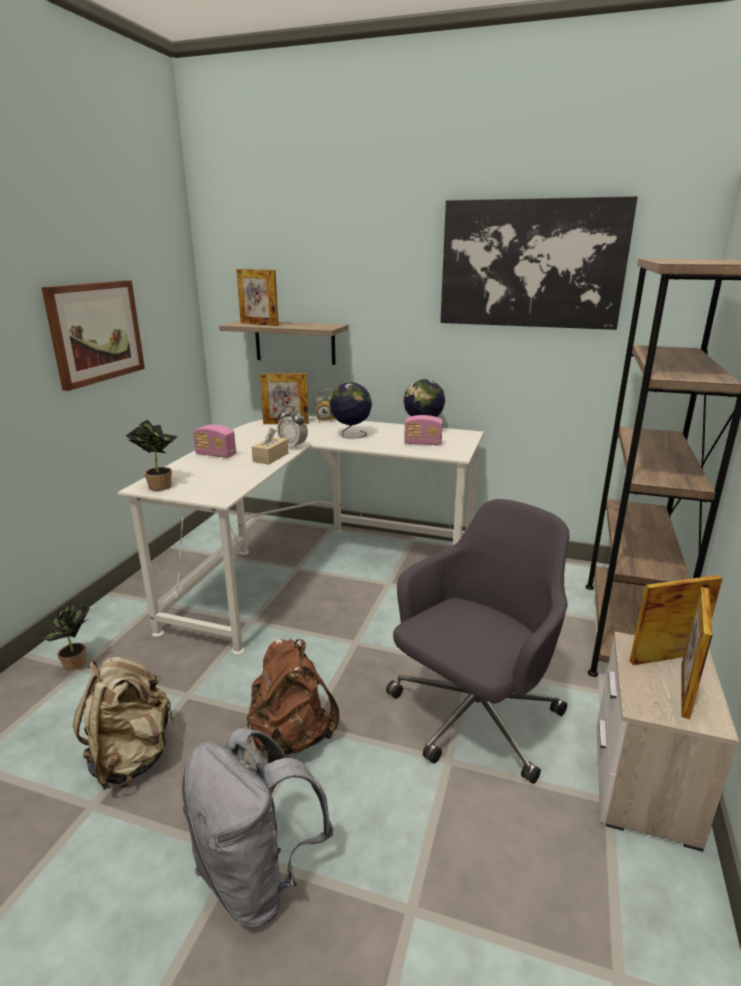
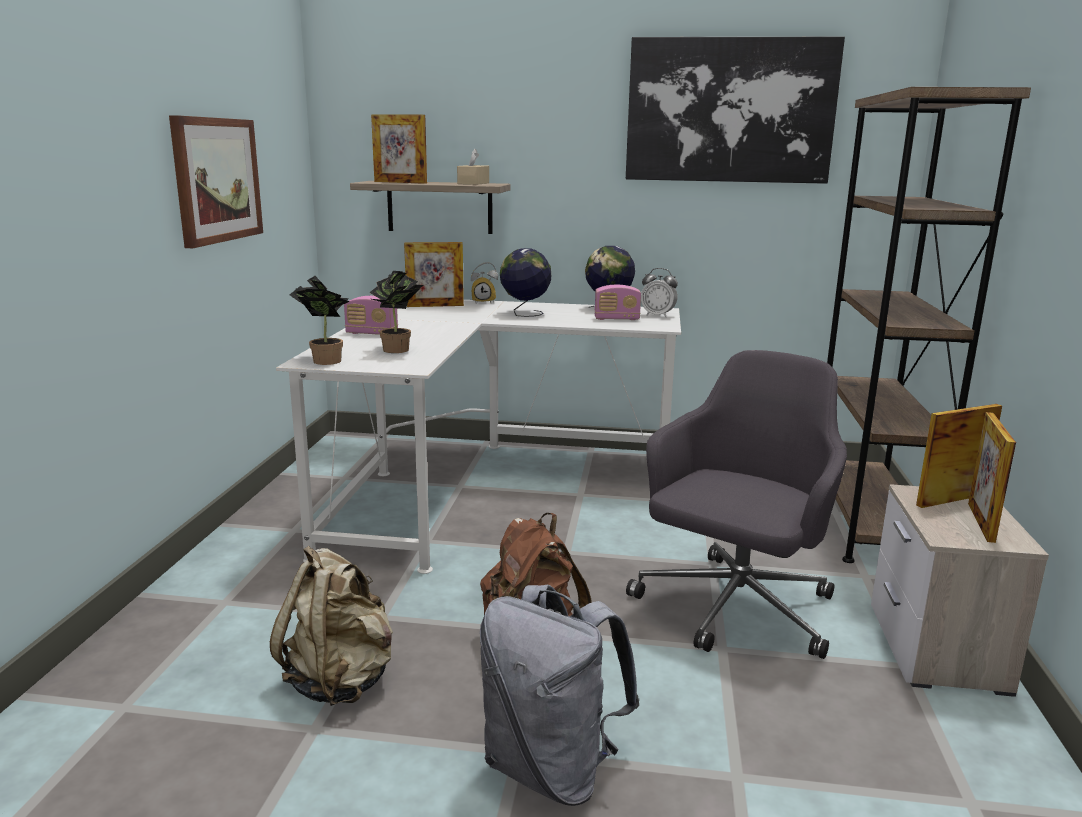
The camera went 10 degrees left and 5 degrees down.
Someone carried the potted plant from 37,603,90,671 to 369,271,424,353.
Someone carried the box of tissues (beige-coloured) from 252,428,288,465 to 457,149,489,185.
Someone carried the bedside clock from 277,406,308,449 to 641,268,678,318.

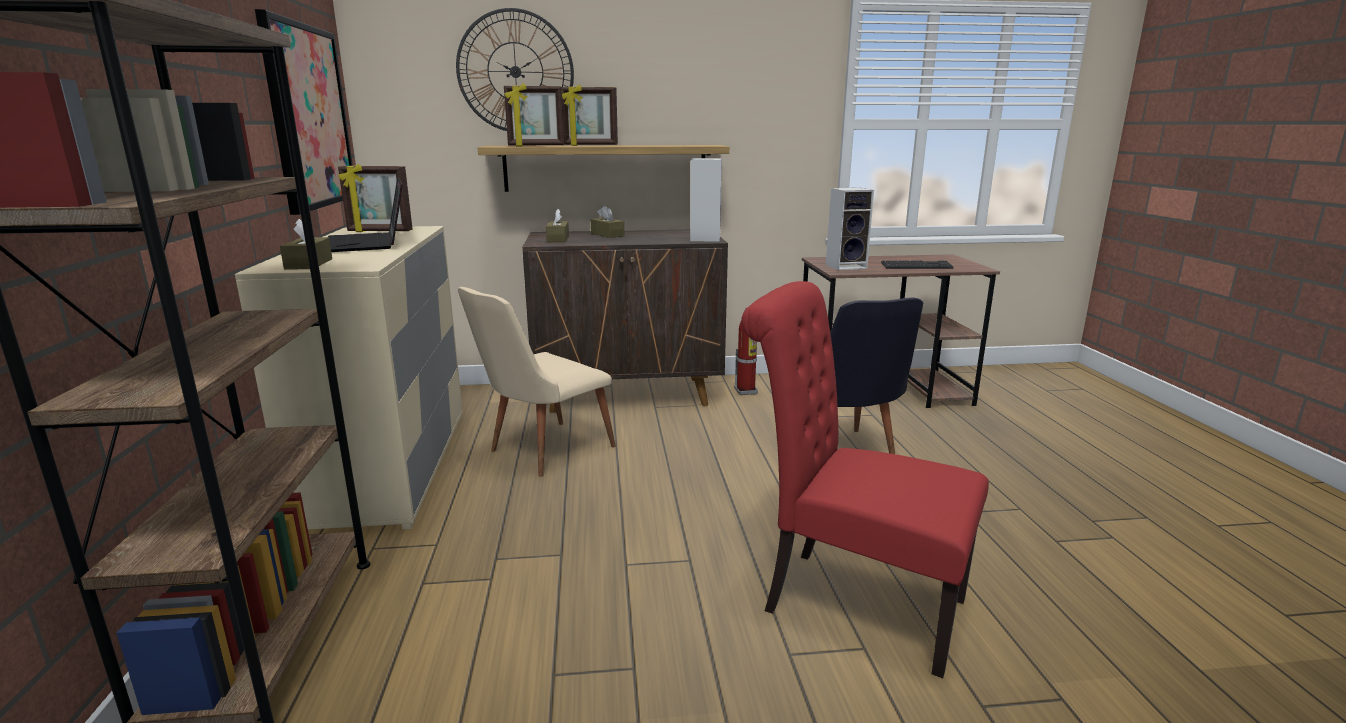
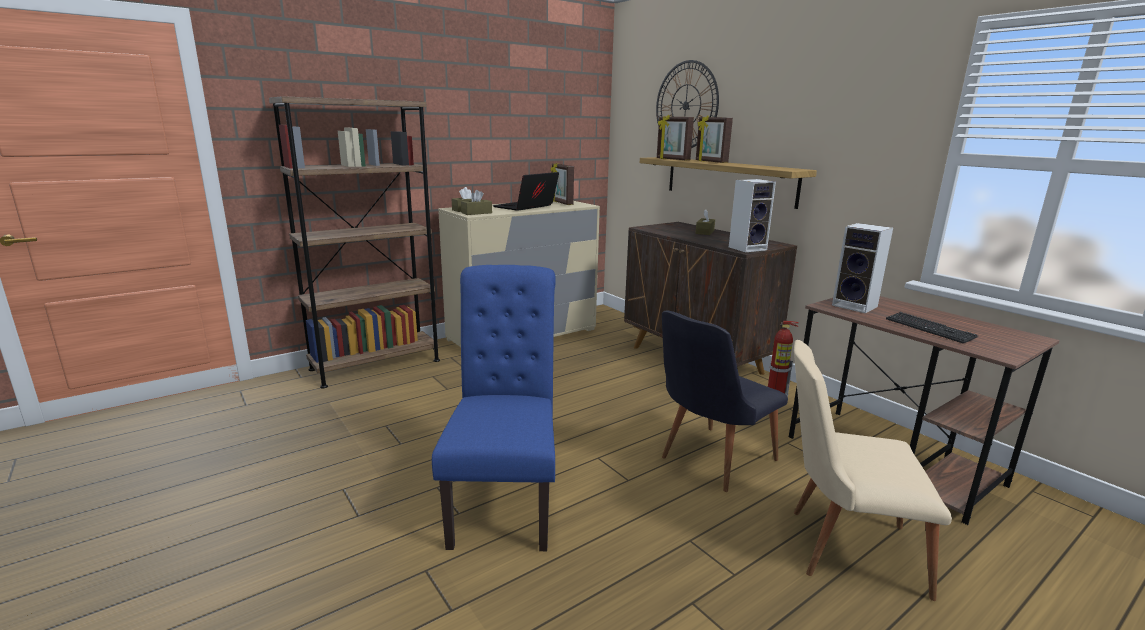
The camera went 60 degrees right and 0 degrees up.
Someone repainted the upright chair (reddish) at 741,281,989,678, which became the upright chair (bluish) at 432,265,556,551.
Someone carried the box of tissues (brownish) from 546,209,569,242 to 461,190,492,215.
Someone carried the upright chair (beige-coloured) from 458,287,616,477 to 794,340,952,601.
Someone took away the wall art at 255,9,353,215.

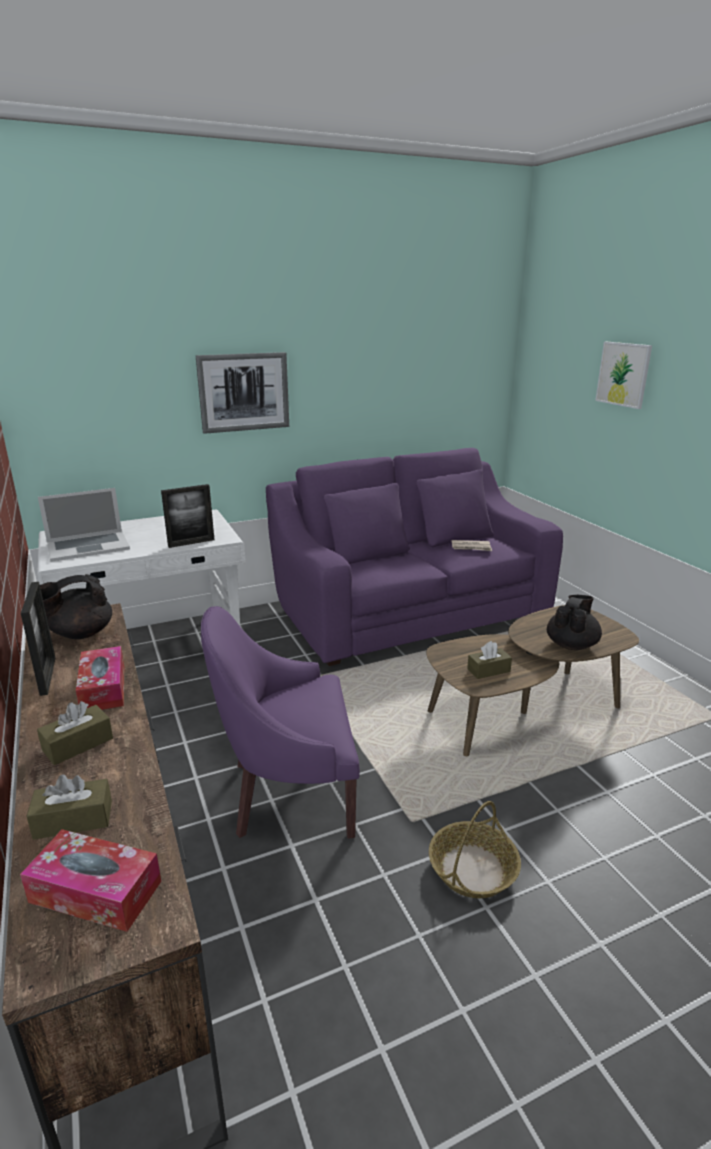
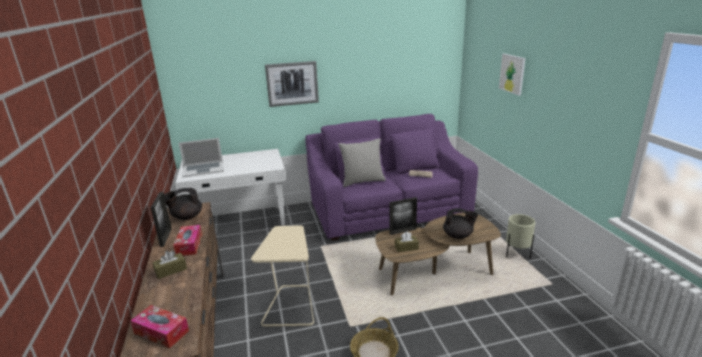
The camera went 10 degrees right and 0 degrees up.
Someone swapped the easy chair (purplish) at 201,606,360,839 for the accent table (beige-coloured) at 251,225,314,327.
Someone put down the throw pillow (greyish) at 338,138,386,187.
Someone carried the standing frame from 161,484,214,548 to 390,197,417,235.
Someone rotated the tea pot (blackish) at 547,595,602,650 by 60 degrees clockwise.
Someone put down the planter (beige-coloured) at 506,214,535,259.
Someone took away the box of tissues (brownish) at 26,774,112,840.

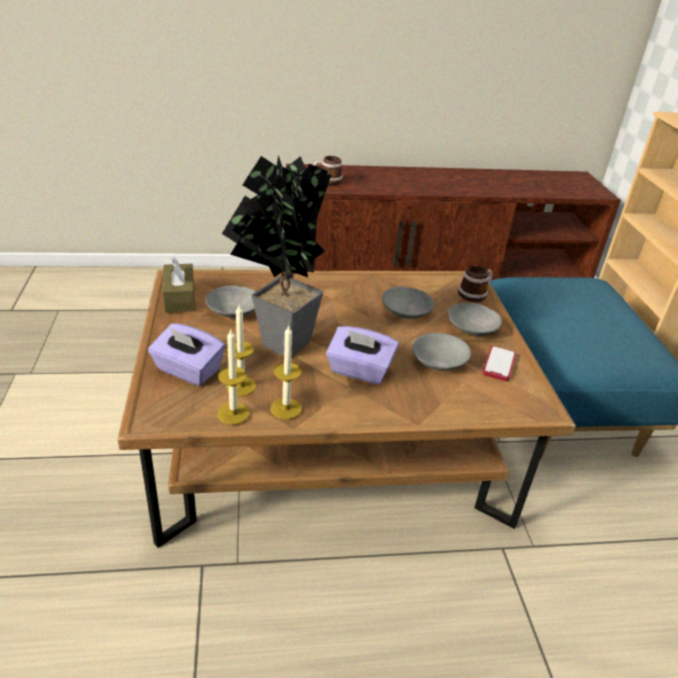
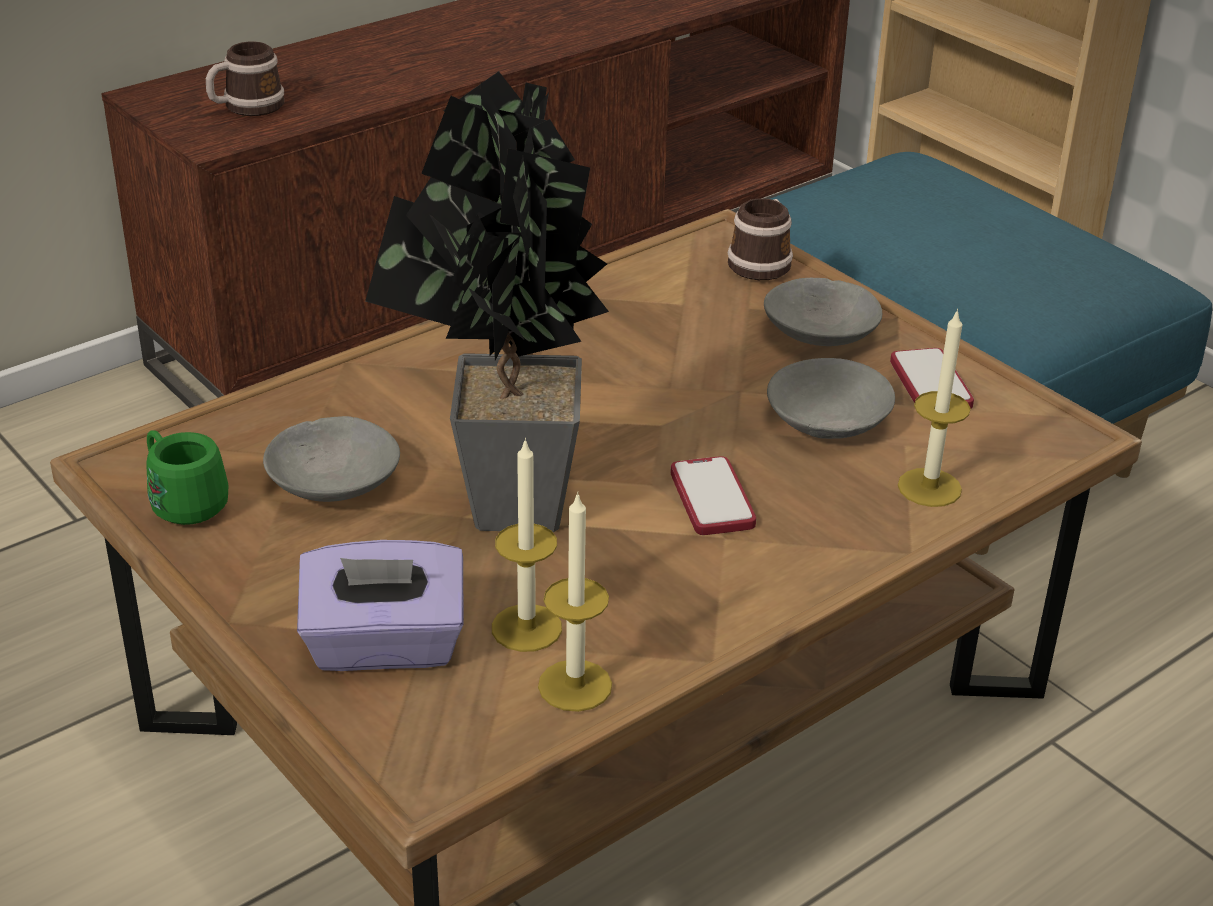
The camera went 30 degrees left and 0 degrees up.
Someone swapped the box of tissues (brownish) at 163,256,195,313 for the mug (green) at 147,430,228,525.
Someone swapped the box of tissues (purplish) at 326,326,399,384 for the telephone at 670,456,756,535.
Someone carried the wax candle from 271,325,302,419 to 898,309,971,507.
Someone took away the deep dish (greyish) at 382,287,434,319.

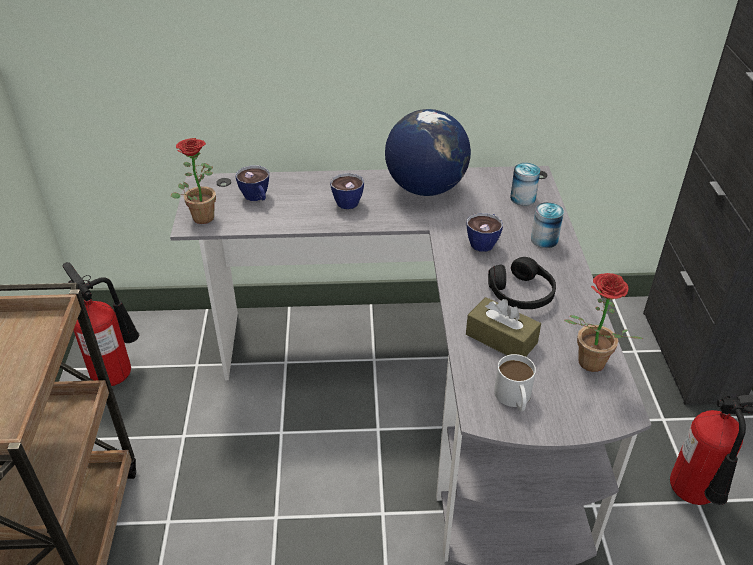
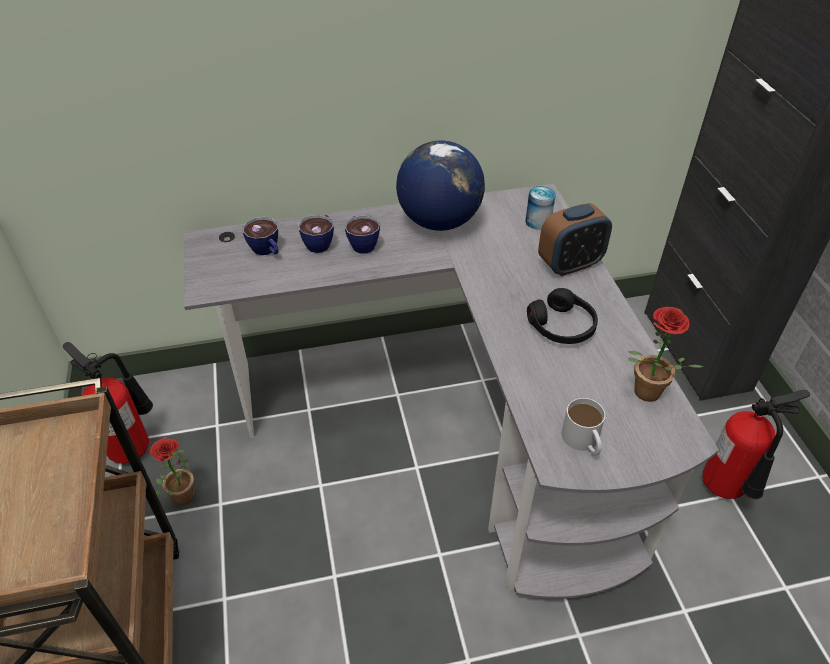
The camera went 10 degrees left and 5 degrees up.
Someone carried the potted plant from 171,138,216,224 to 150,437,194,505.
Someone carried the small cup from 466,213,503,252 to 298,215,334,253.
Someone swapped the metal can at 531,202,564,248 for the bedside clock at 538,203,612,276.
Someone took away the box of tissues (brownish) at 466,297,541,357.

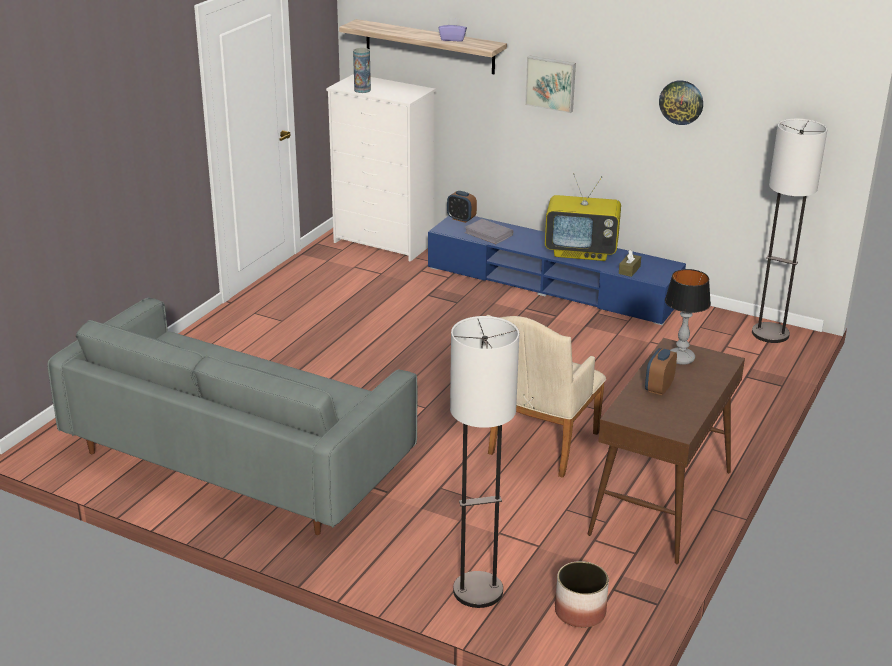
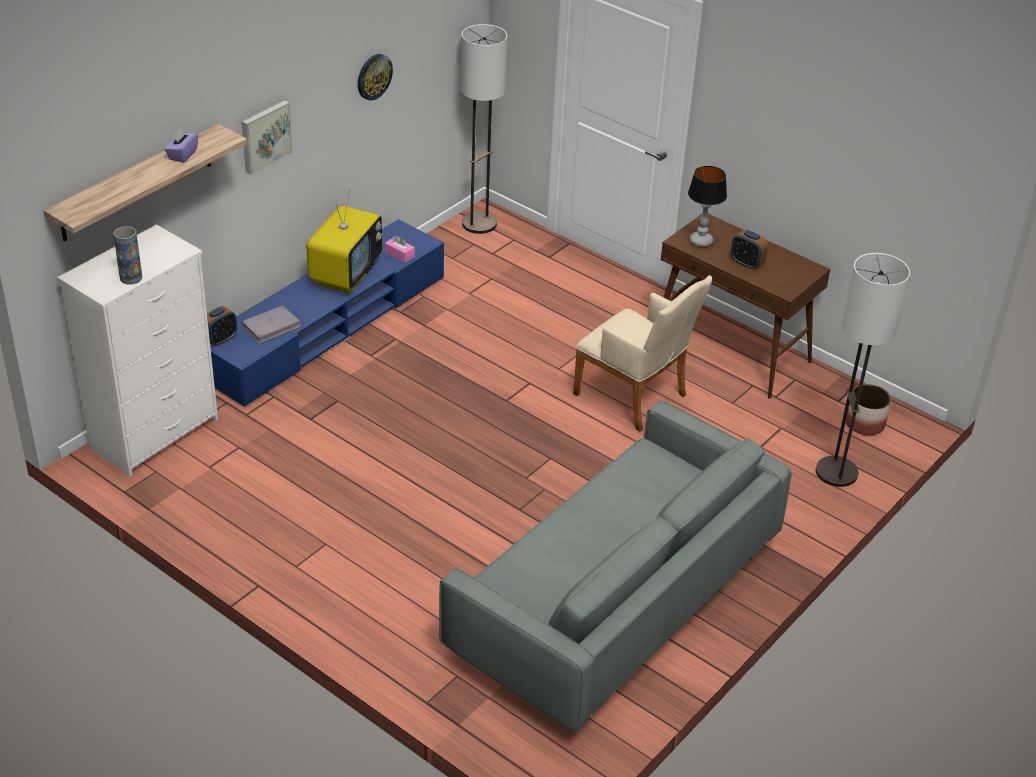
The camera went 80 degrees left and 10 degrees up.
Someone repainted the box of tissues (brownish) at 619,249,641,277, which became the box of tissues (pink-coloured) at 385,235,415,263.

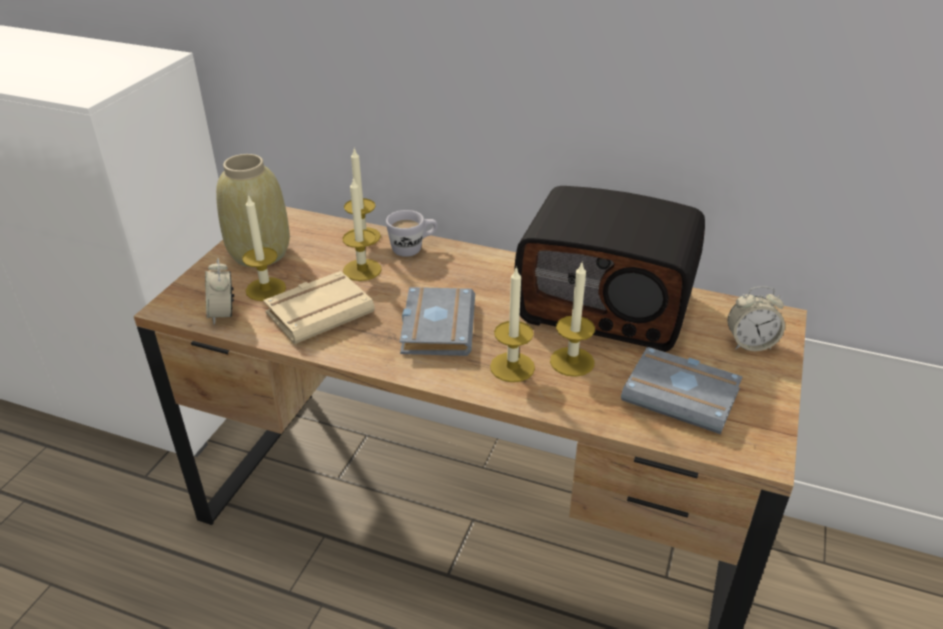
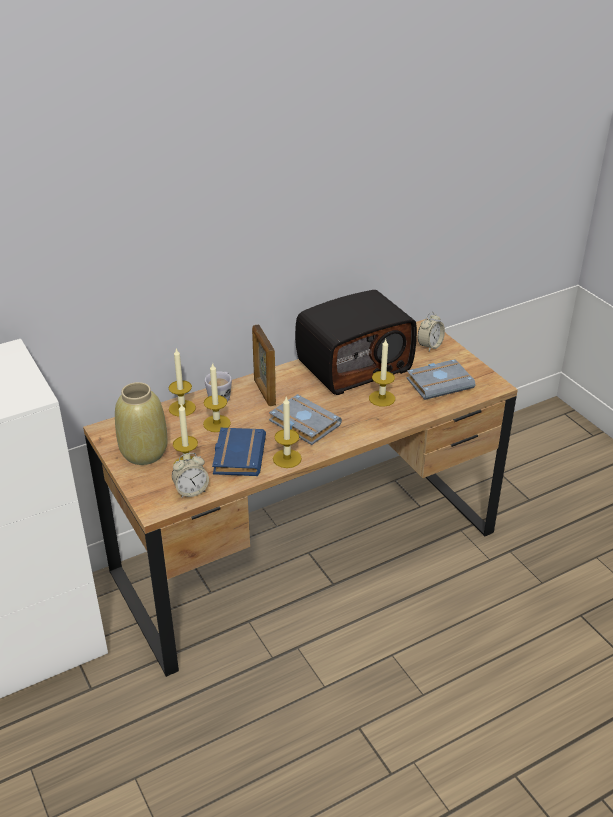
The camera went 50 degrees left and 0 degrees up.
Someone rotated the bedside clock at 205,258,234,325 by 45 degrees counterclockwise.
Someone repainted the book (beige-coloured) at 263,271,375,344, which became the book (bluish) at 212,428,266,476.
Someone put down the standing frame at 252,325,276,406.
Someone carried the wax candle from 490,266,535,382 to 273,397,302,468.

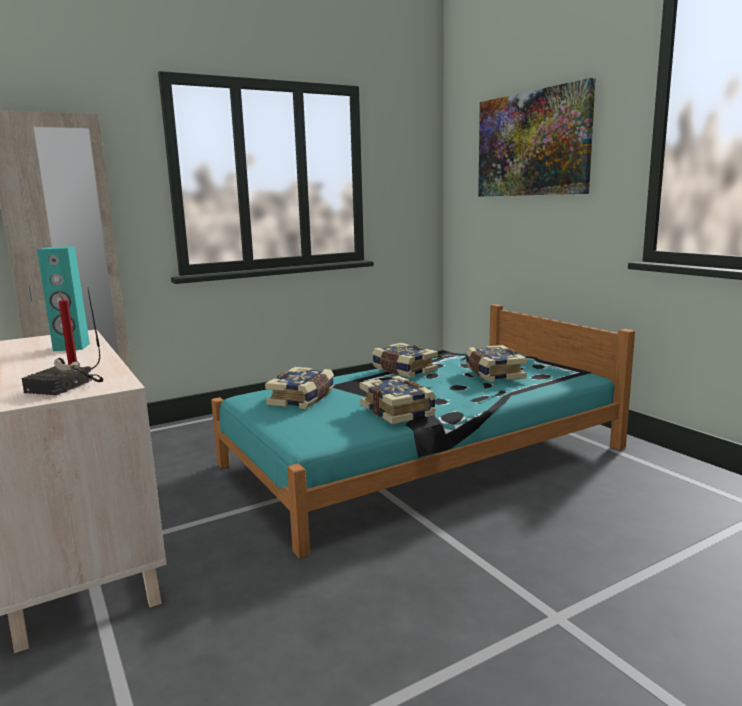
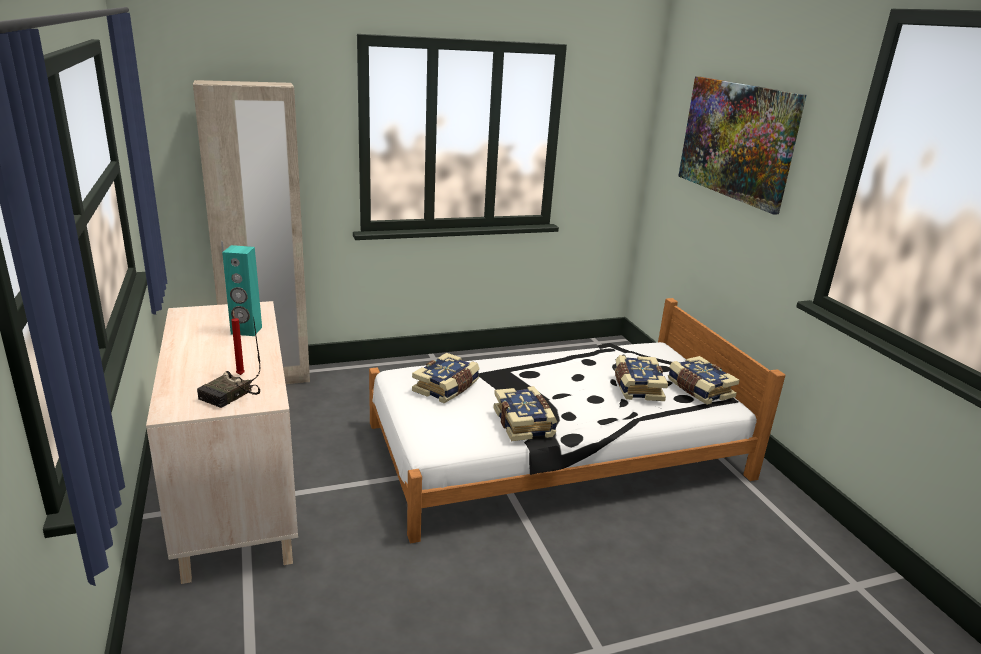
The camera went 10 degrees right and 10 degrees up.
Someone repainted the bed (blue-green) at 211,304,635,558, which became the bed (white-coloured) at 369,298,785,544.
Someone carried the book from 372,343,438,378 to 668,356,740,405.

